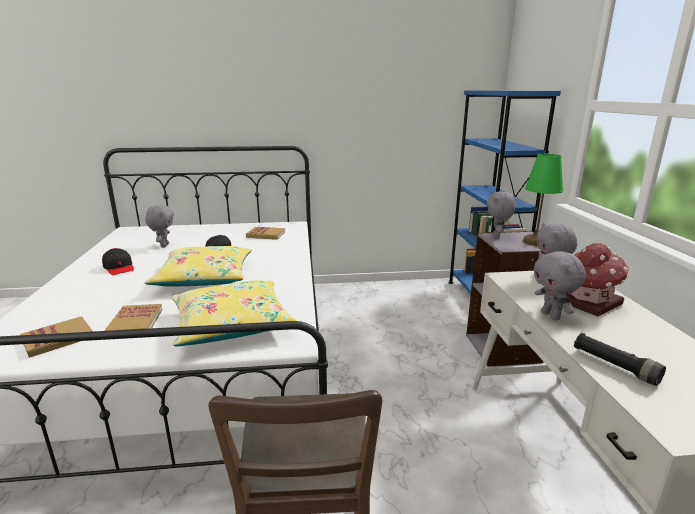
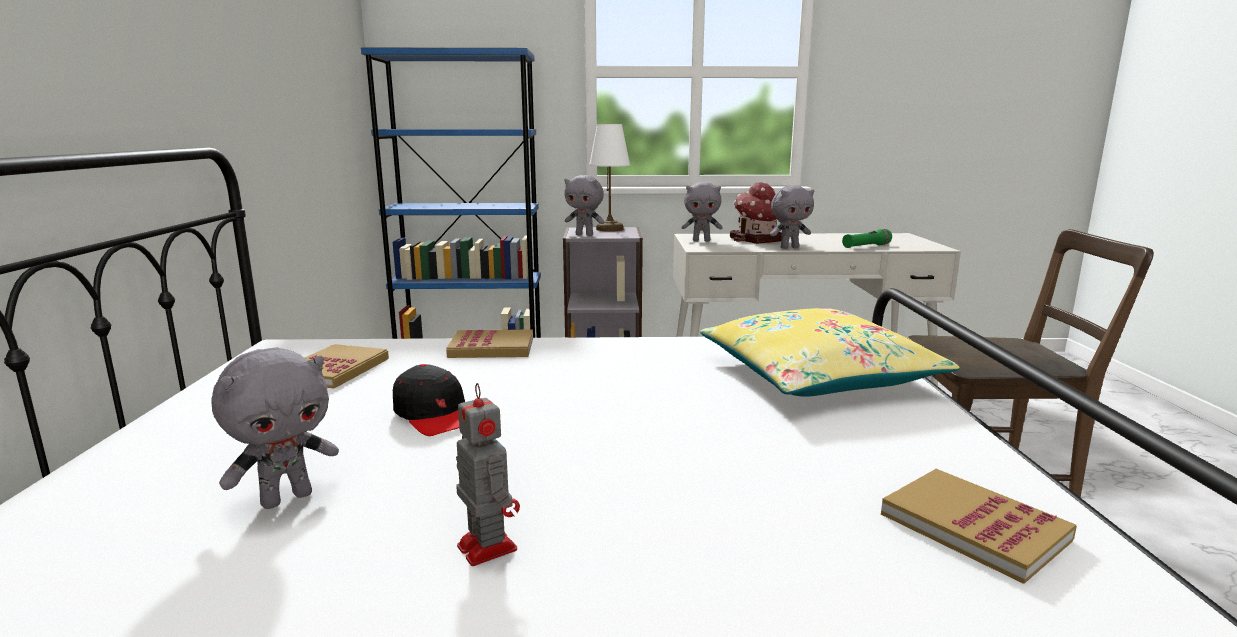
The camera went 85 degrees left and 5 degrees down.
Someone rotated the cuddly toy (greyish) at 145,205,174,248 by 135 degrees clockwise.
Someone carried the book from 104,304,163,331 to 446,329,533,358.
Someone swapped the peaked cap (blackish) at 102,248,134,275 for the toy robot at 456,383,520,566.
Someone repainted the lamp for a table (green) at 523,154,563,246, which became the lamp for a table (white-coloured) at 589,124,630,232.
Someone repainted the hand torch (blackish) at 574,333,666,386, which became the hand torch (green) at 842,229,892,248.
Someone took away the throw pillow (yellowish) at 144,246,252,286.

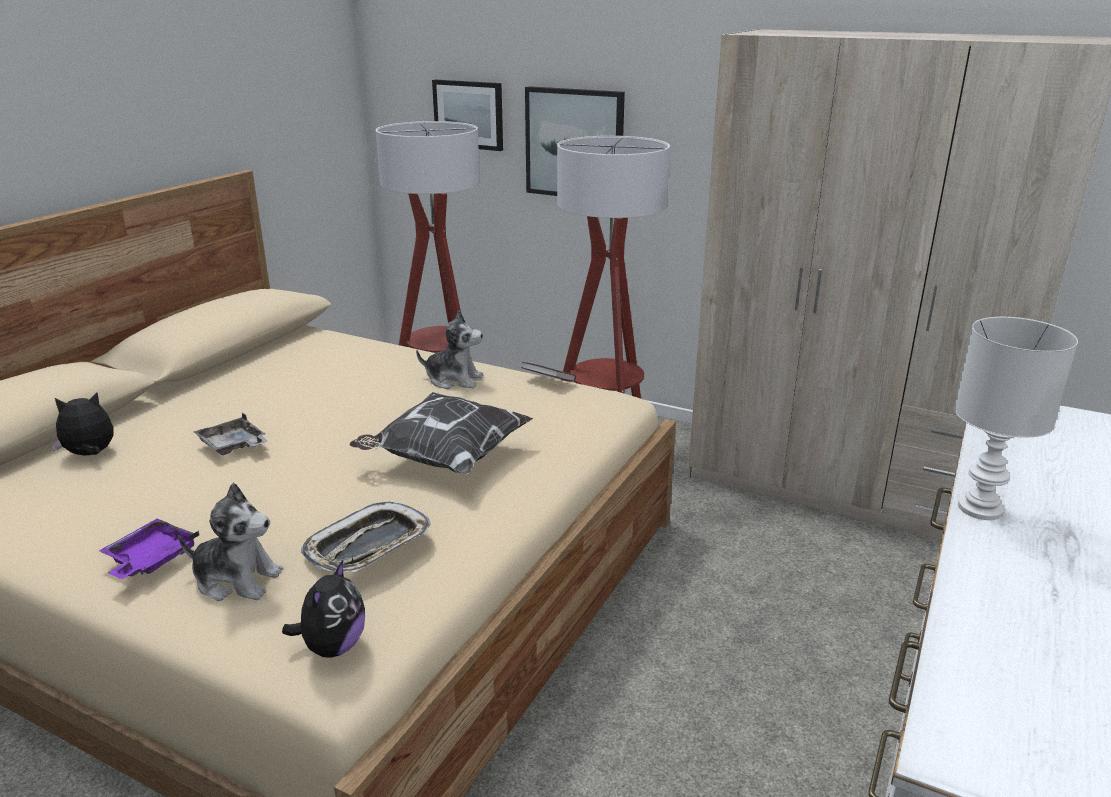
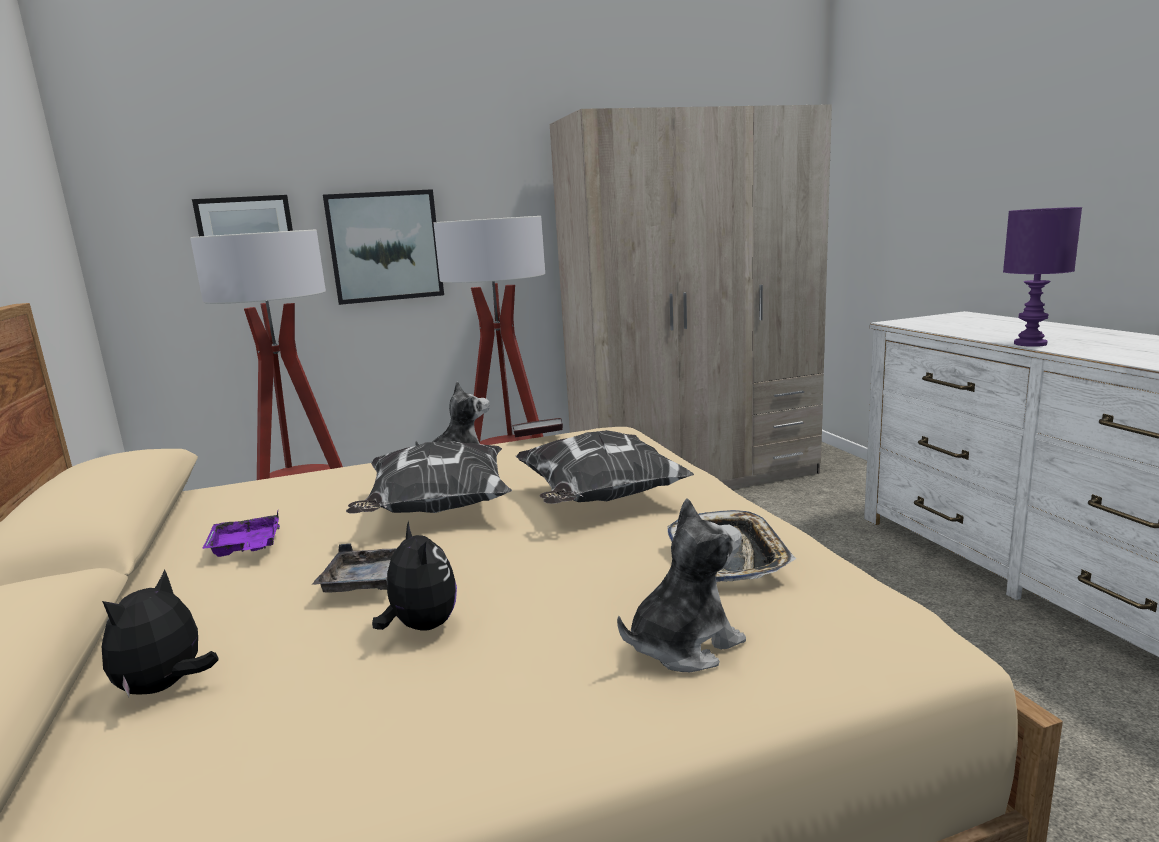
The camera went 45 degrees left and 10 degrees down.
Someone carried the tray (purplish) from 99,519,199,579 to 202,511,280,557.
Someone put down the throw pillow at 346,441,512,514.
Someone carried the cuddly toy from 282,560,365,658 to 372,521,457,631.
Someone repainted the lamp for a table (white-coloured) at 954,317,1078,520, which became the lamp for a table (purplish) at 1003,207,1082,347.

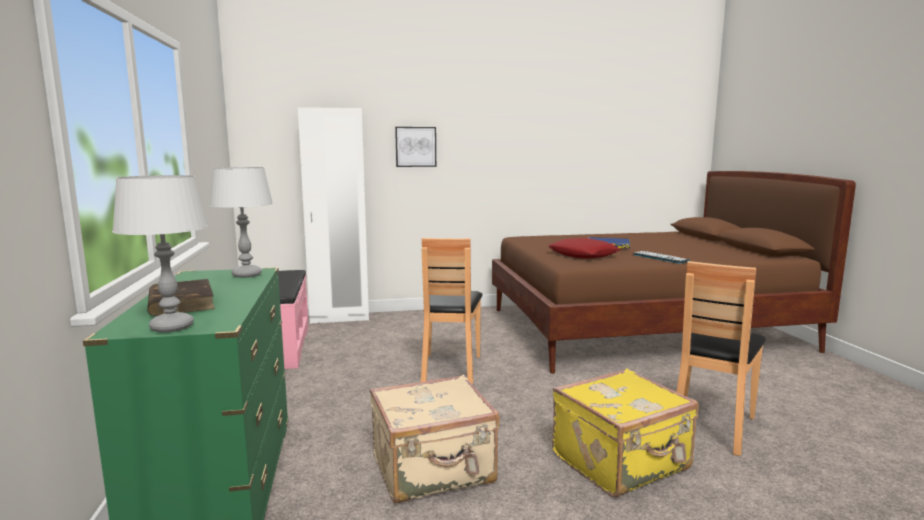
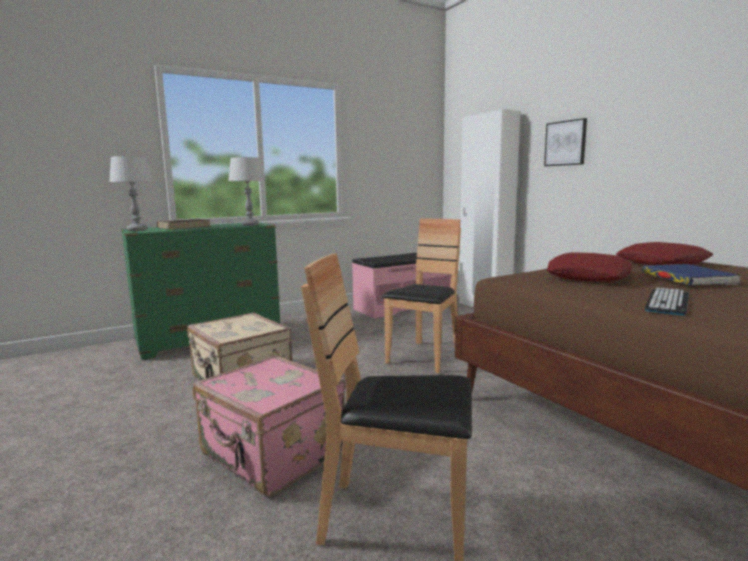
The camera went 70 degrees right and 0 degrees up.
Someone repainted the suitcase (yellowish) at 552,368,699,497, which became the suitcase (pink-coloured) at 193,355,345,496.
Someone rotated the upright chair (brownish) at 421,238,483,384 by 135 degrees clockwise.
Someone put down the throw pillow (reddish) at 616,242,713,265.

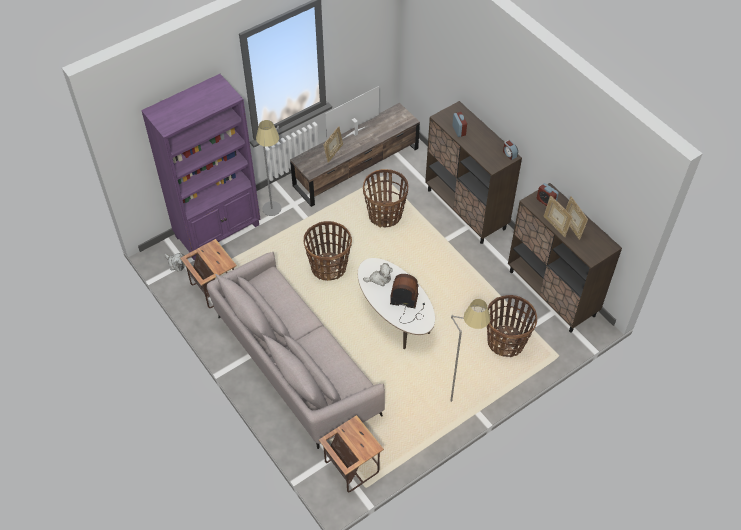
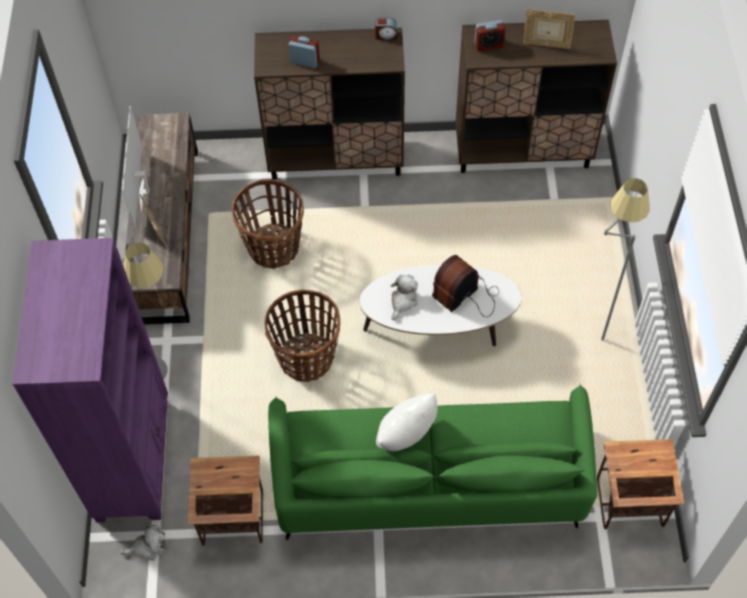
The camera went 55 degrees left and 5 degrees up.
Someone repainted the settee (greyish) at 207,252,385,449, which became the settee (green) at 268,384,597,540.
Someone put down the throw pillow (white-coloured) at 376,393,438,451.
Someone took away the household basket at 487,295,537,357.
Someone took away the standing frame at 544,196,572,237.

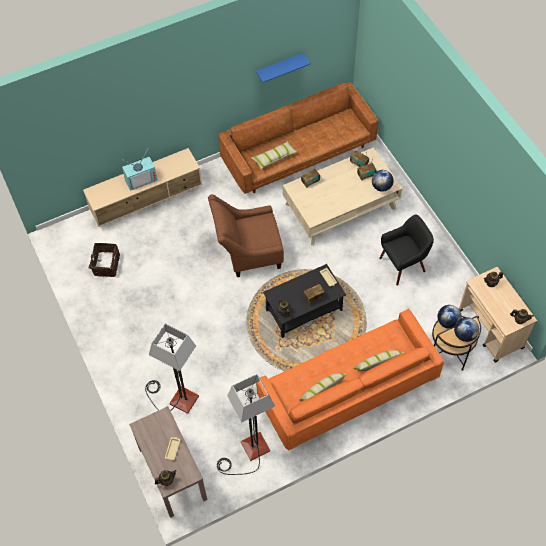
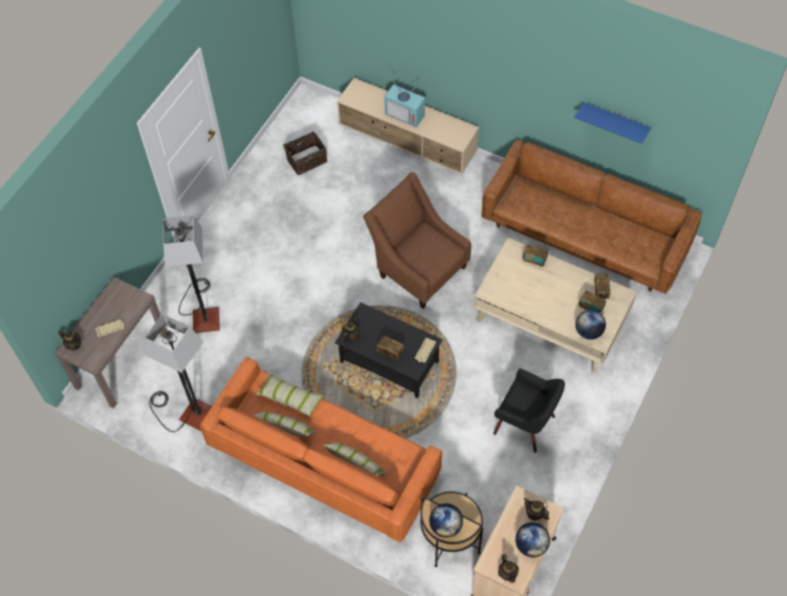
The camera went 55 degrees right and 0 degrees up.
Someone carried the throw pillow from 251,141,298,169 to 255,373,324,418.
Someone carried the globe from 437,305,462,329 to 515,522,550,557.

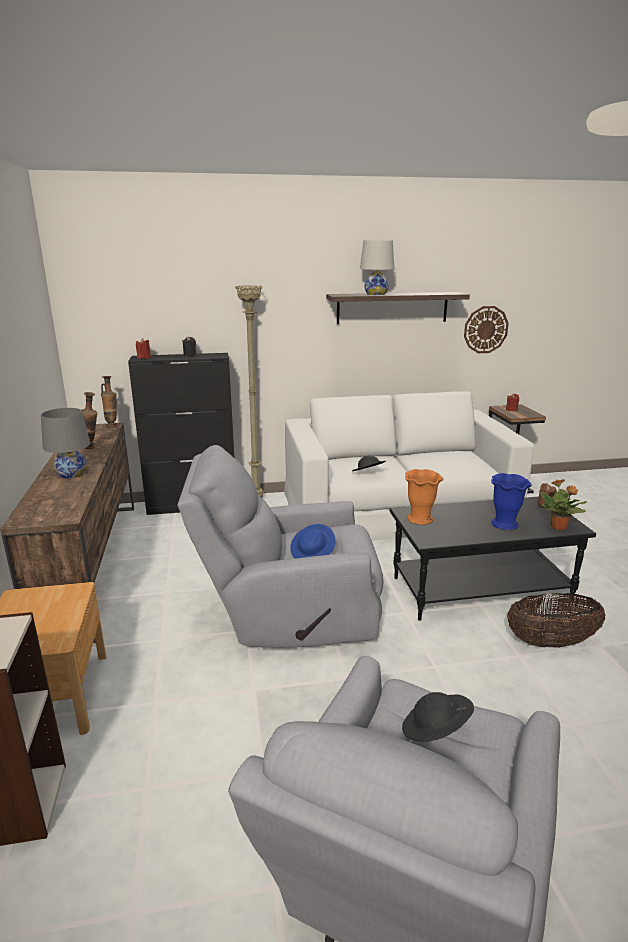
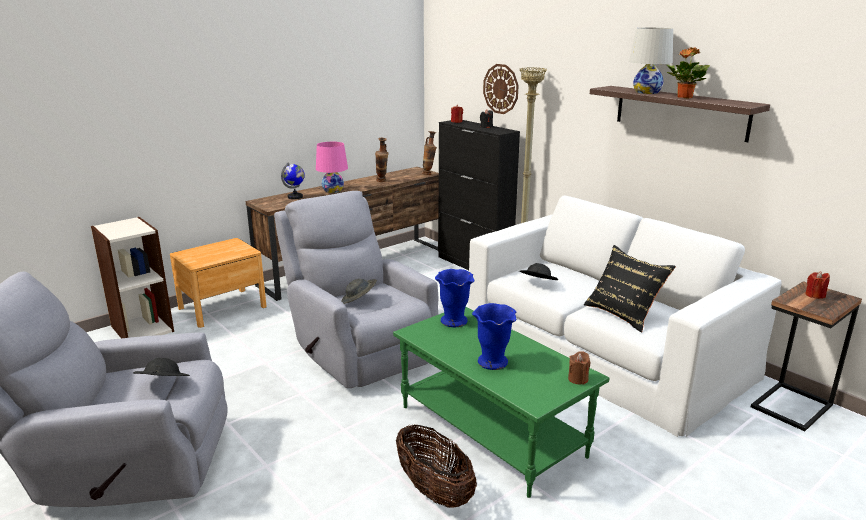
The camera went 60 degrees right and 0 degrees up.
Someone put down the globe at 281,163,305,199.
Someone repainted the lamp for a table (greyish) at 41,408,90,479, which became the lamp for a table (pink-coloured) at 316,142,348,193.
Someone repainted the hat (bluish) at 290,524,336,559, which became the hat (greyish) at 341,279,377,304.
Someone repainted the lounge table (blackish) at 390,497,596,621, which became the lounge table (green) at 393,307,610,498.
Someone repainted the vase (orange) at 405,469,444,525, which became the vase (bluish) at 435,269,474,327.
Someone carried the hanging clock from 464,306,509,353 to 483,64,519,114.
Someone put down the throw pillow (blackish) at 584,245,676,333.
Someone carried the potted plant from 541,479,587,530 to 667,47,710,98.

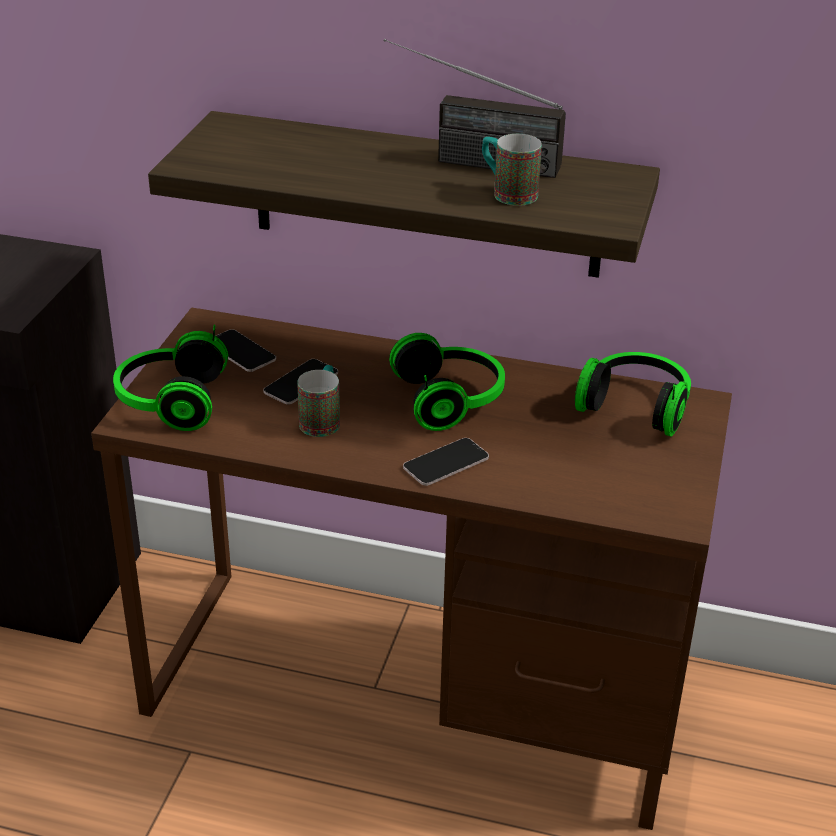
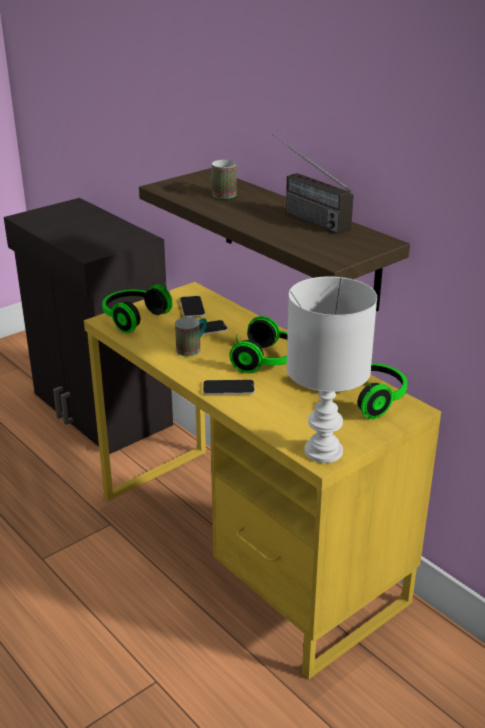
The camera went 35 degrees right and 5 degrees down.
Someone repainted the desk table (brownish) at 91,307,732,830, which became the desk table (yellowish) at 84,282,441,679.
Someone carried the mug from 482,134,542,206 to 212,160,237,199.
Someone put down the lamp for a table (white-coloured) at 286,276,377,463.

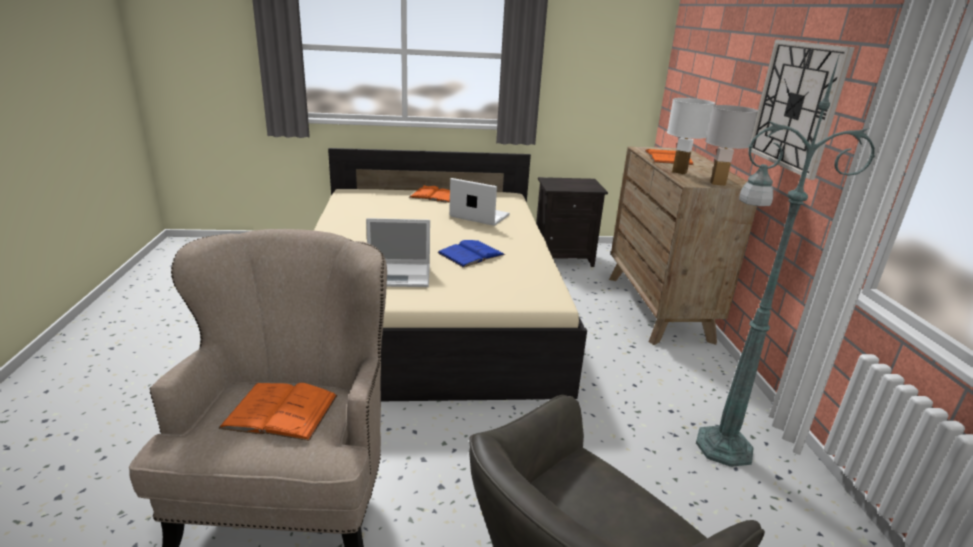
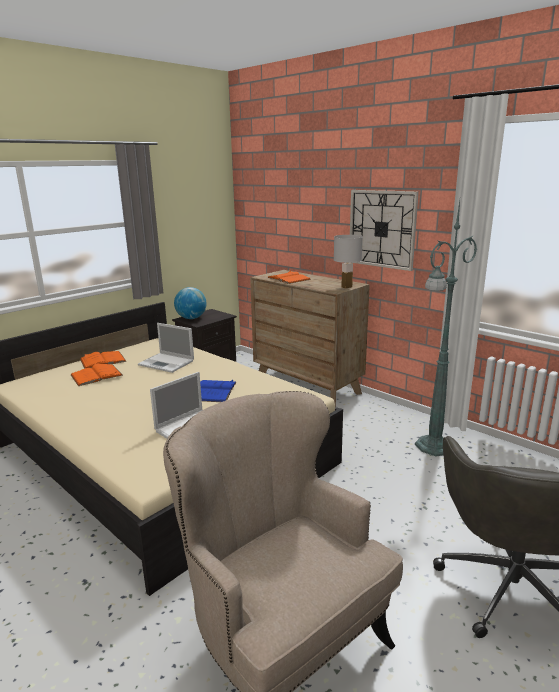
The camera went 40 degrees left and 5 degrees down.
Someone carried the book (orange) from 218,383,338,441 to 71,364,123,386.
Someone rotated the portable computer at 449,178,510,226 by 135 degrees counterclockwise.
Someone put down the globe at 174,287,206,319.
Someone took away the lamp for a table (white-coloured) at 667,98,715,175.

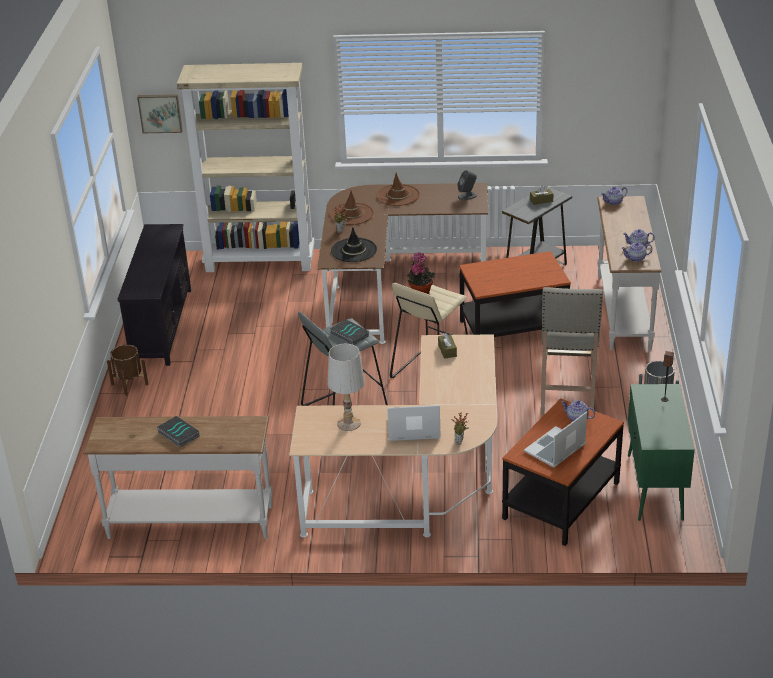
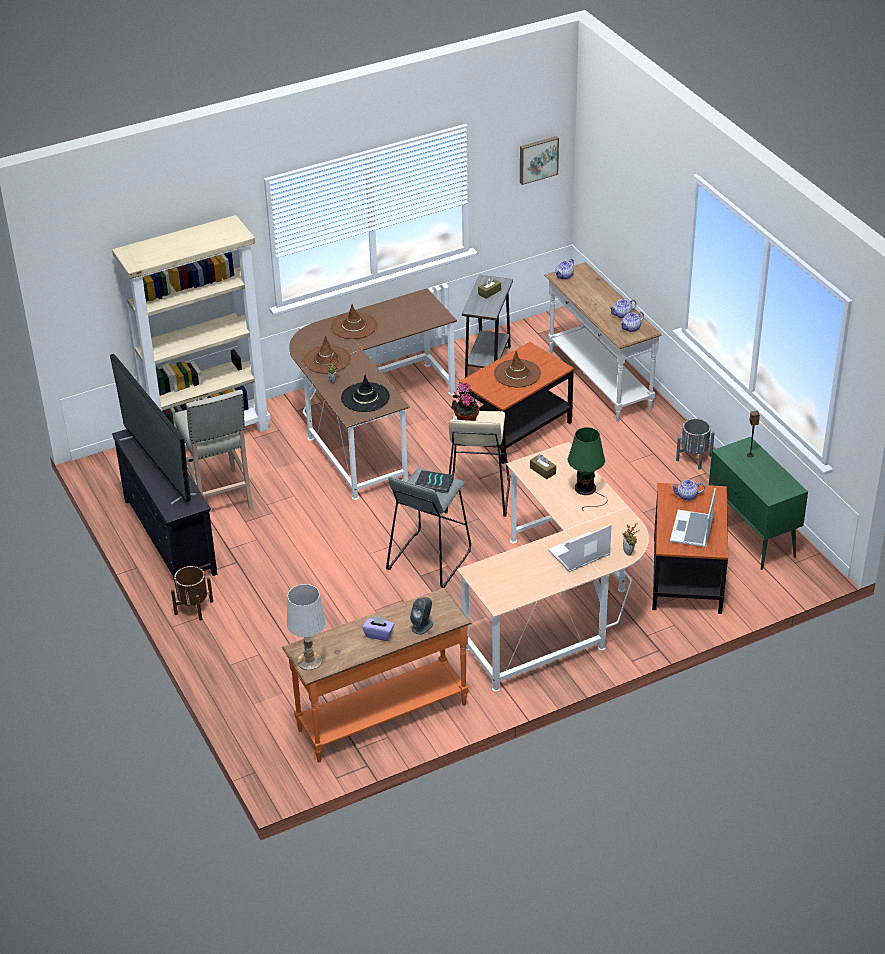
The camera went 30 degrees left and 5 degrees up.
Someone put down the TV set at 110,354,197,505.
Someone carried the stool seat (beige-coloured) from 541,287,603,415 to 174,390,253,510.
Someone repainted the console table (white-coloured) at 83,416,272,539, which became the console table (orange) at 282,588,472,762.
Someone carried the lamp for a table (white-coloured) from 328,344,365,431 to 287,584,326,670.
Someone swapped the book at 157,416,199,448 for the box of tissues (purplish) at 362,616,394,641.
Someone carried the loudspeaker (greyish) from 458,170,477,200 to 410,597,433,635.
Someone put down the hat (brownish) at 494,351,541,387.
Someone carried the wall art from 137,94,183,133 to 520,136,559,185.
Someone put down the lamp for a table (green) at 568,427,608,511.

